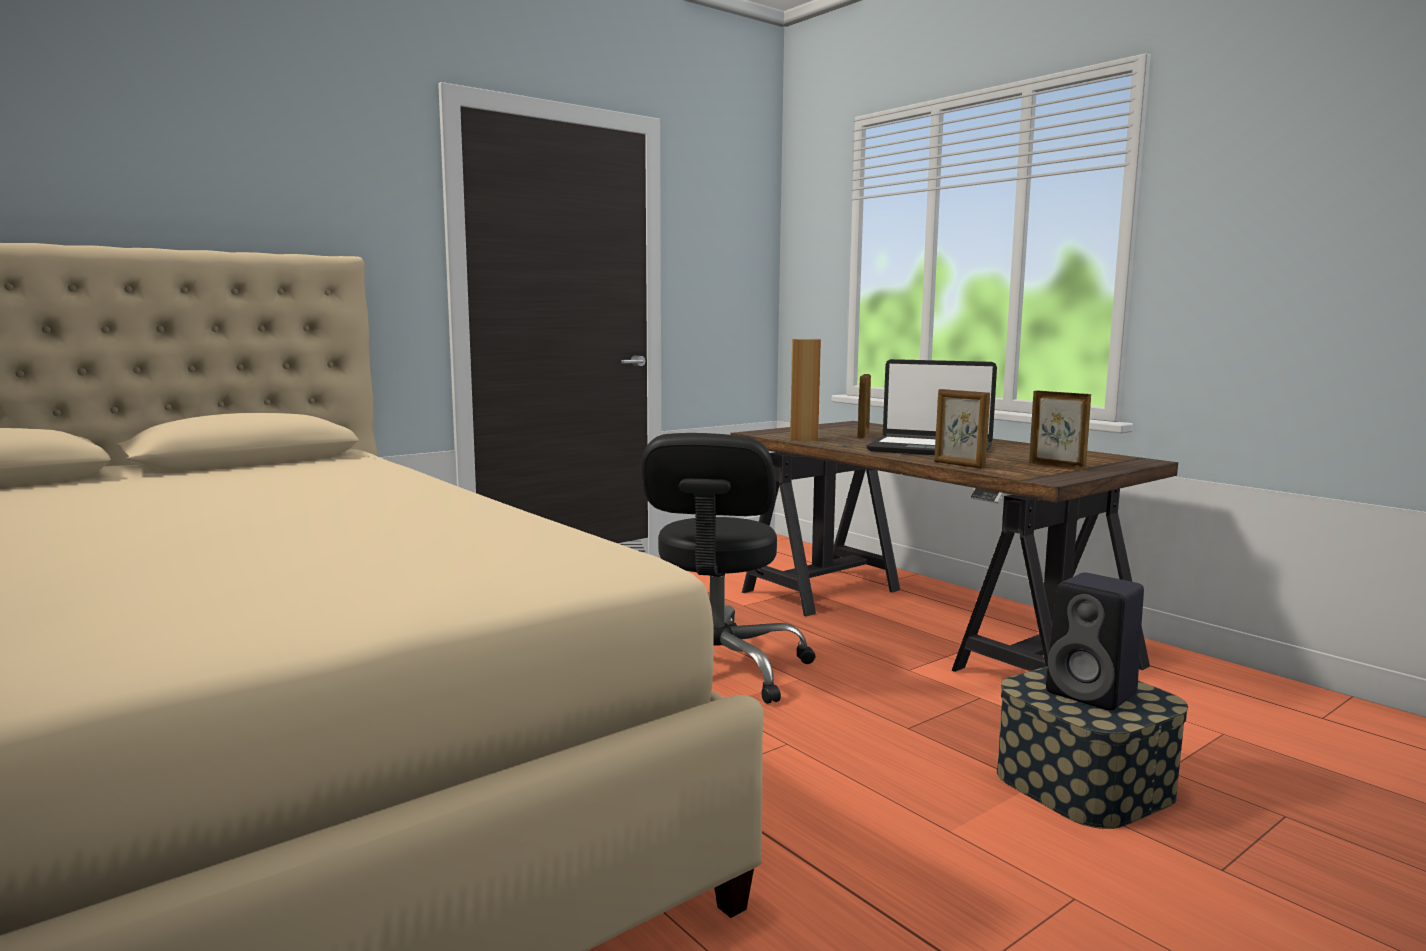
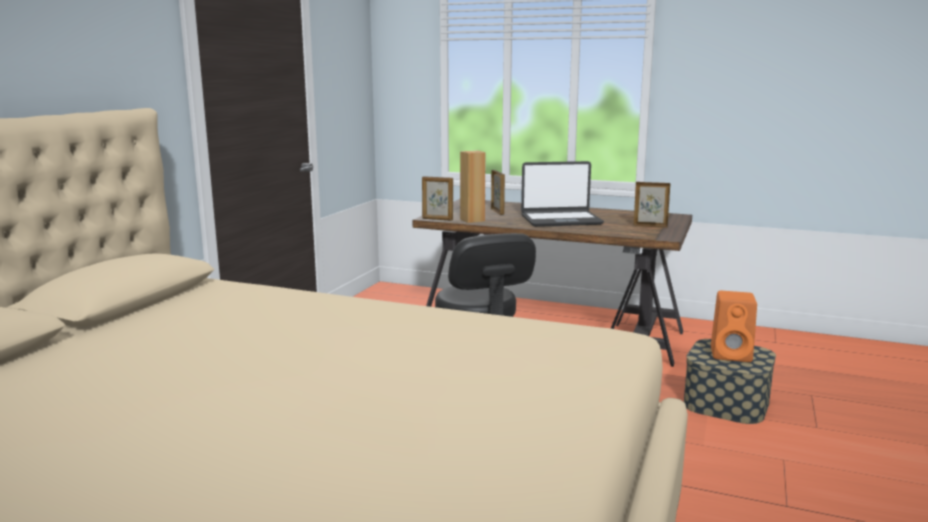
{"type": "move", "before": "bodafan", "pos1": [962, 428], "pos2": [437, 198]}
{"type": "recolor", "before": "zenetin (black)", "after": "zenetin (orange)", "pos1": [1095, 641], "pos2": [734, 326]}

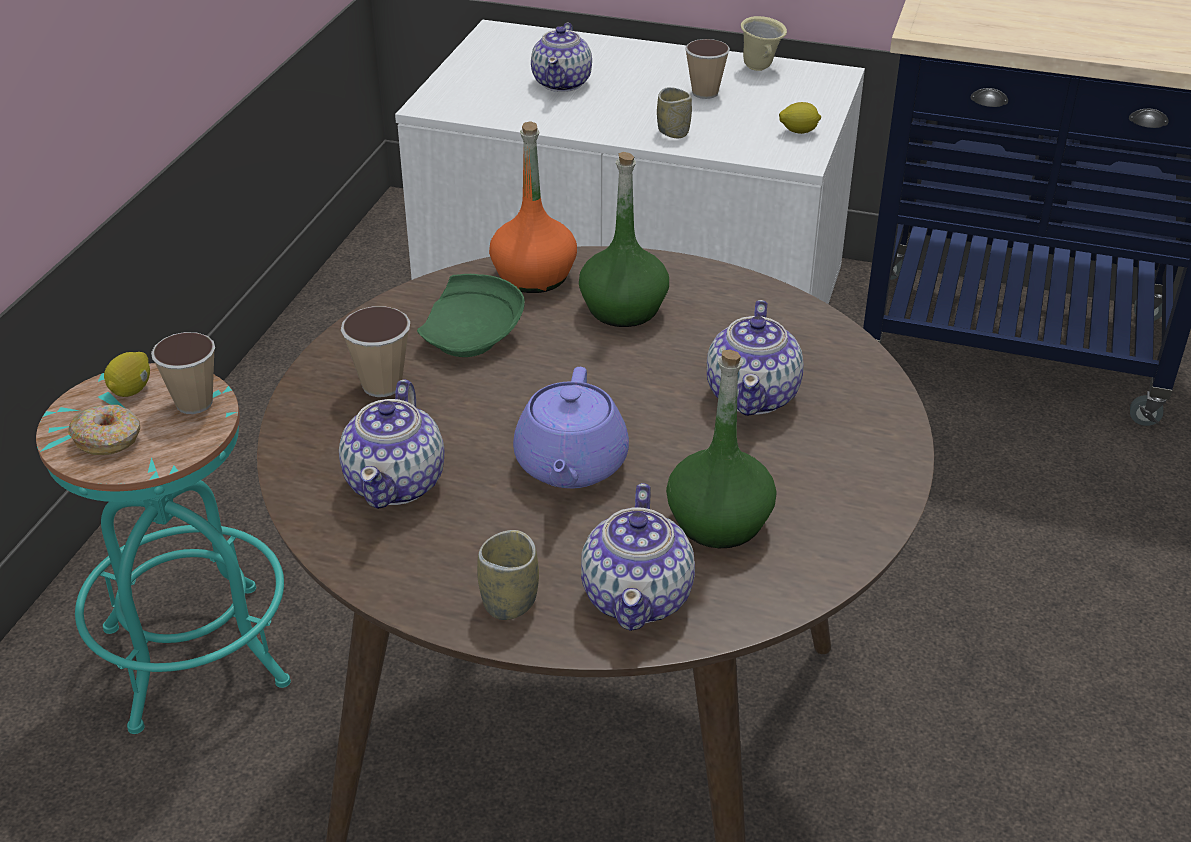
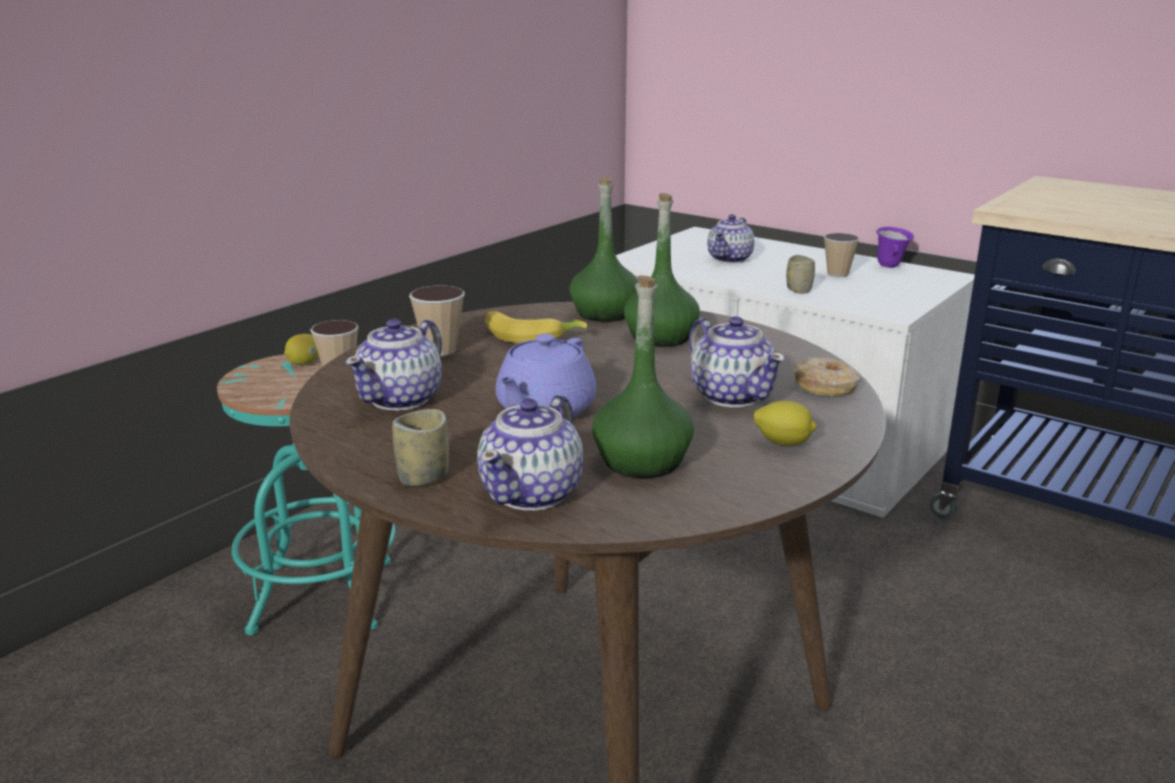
{"type": "recolor", "before": "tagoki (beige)", "after": "tagoki (purple)", "pos1": [764, 43], "pos2": [895, 247]}
{"type": "move", "before": "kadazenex", "pos1": [800, 118], "pos2": [785, 423]}
{"type": "recolor", "before": "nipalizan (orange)", "after": "nipalizan (green)", "pos1": [533, 207], "pos2": [603, 249]}
{"type": "replace", "before": "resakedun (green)", "after": "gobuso", "pos1": [471, 315], "pos2": [536, 327]}
{"type": "rotate", "before": "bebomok", "pos1": [755, 358], "pos2": [737, 362], "turn": -60}
{"type": "move", "before": "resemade", "pos1": [104, 430], "pos2": [827, 377]}

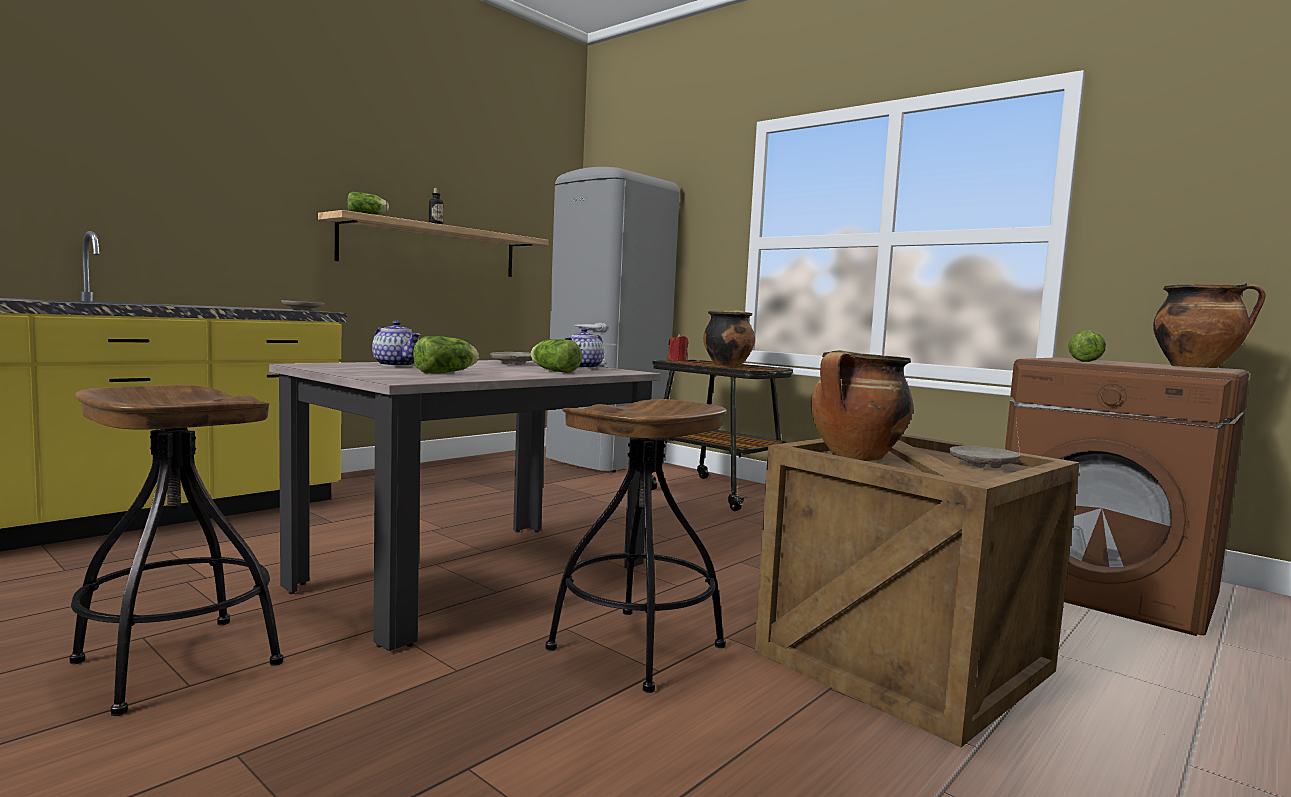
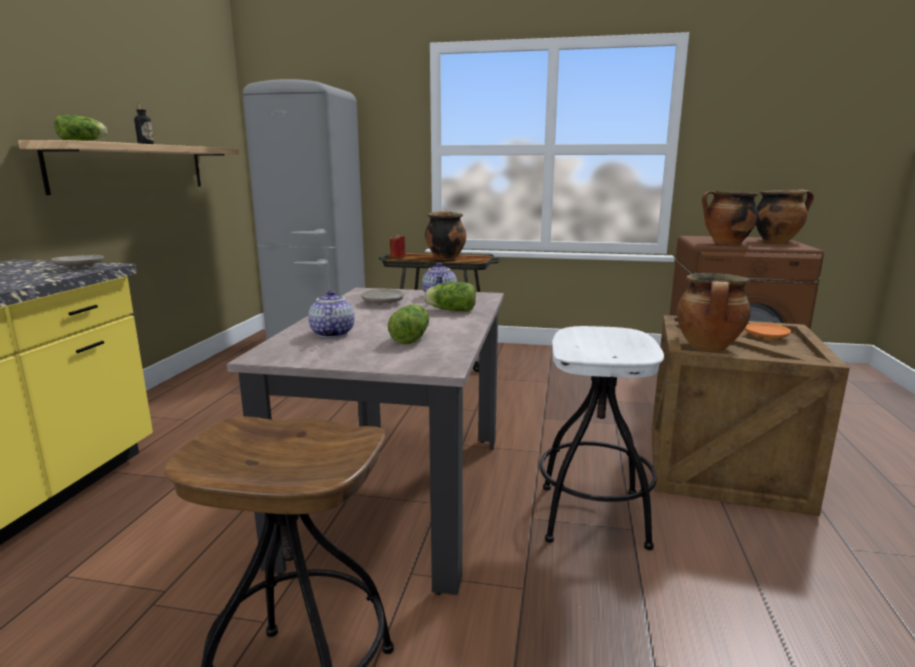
{"type": "rotate", "before": "bebomok", "pos1": [396, 344], "pos2": [331, 314], "turn": -105}
{"type": "replace", "before": "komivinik", "after": "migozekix", "pos1": [1087, 346], "pos2": [730, 217]}
{"type": "recolor", "before": "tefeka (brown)", "after": "tefeka (white)", "pos1": [636, 546], "pos2": [602, 438]}
{"type": "recolor", "before": "resakedun (beige)", "after": "resakedun (orange)", "pos1": [985, 457], "pos2": [768, 331]}

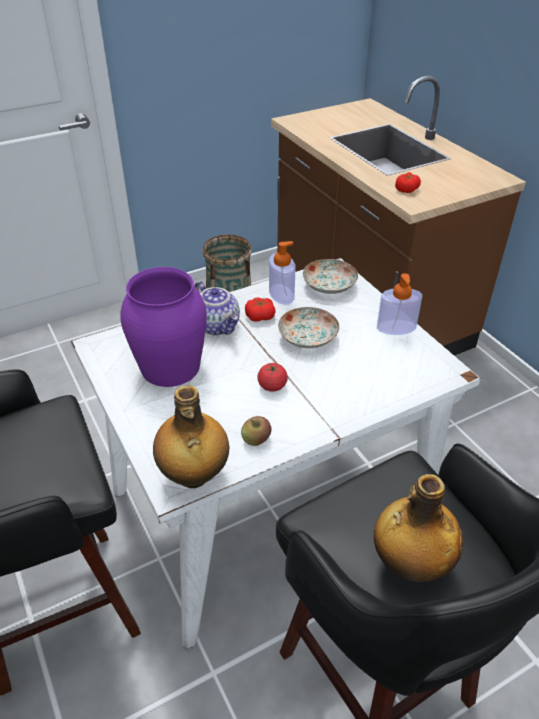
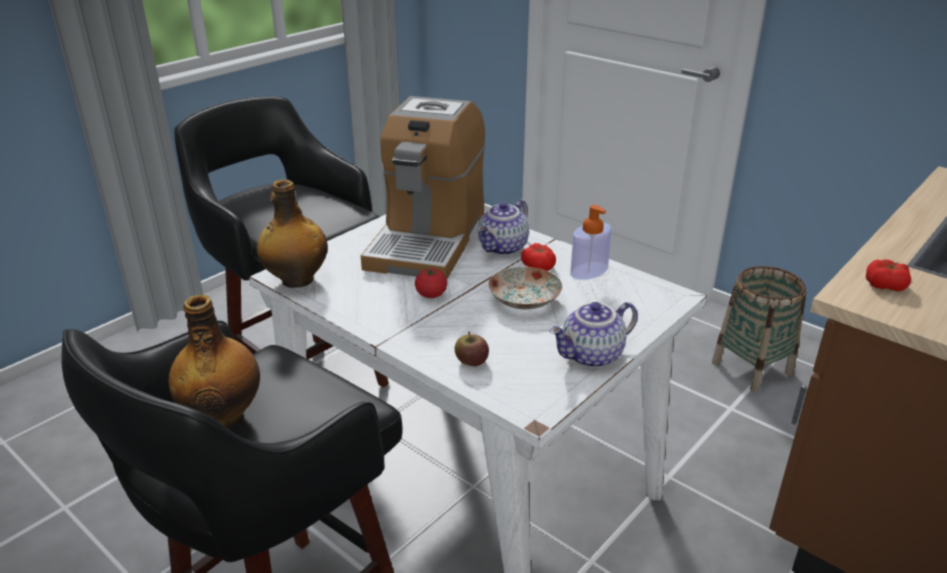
{"type": "delete", "before": "resakedun", "pos1": [330, 276]}
{"type": "replace", "before": "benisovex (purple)", "after": "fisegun", "pos1": [163, 327], "pos2": [423, 187]}
{"type": "replace", "before": "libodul", "after": "bebomok", "pos1": [399, 304], "pos2": [593, 335]}
{"type": "move", "before": "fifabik", "pos1": [256, 431], "pos2": [472, 349]}

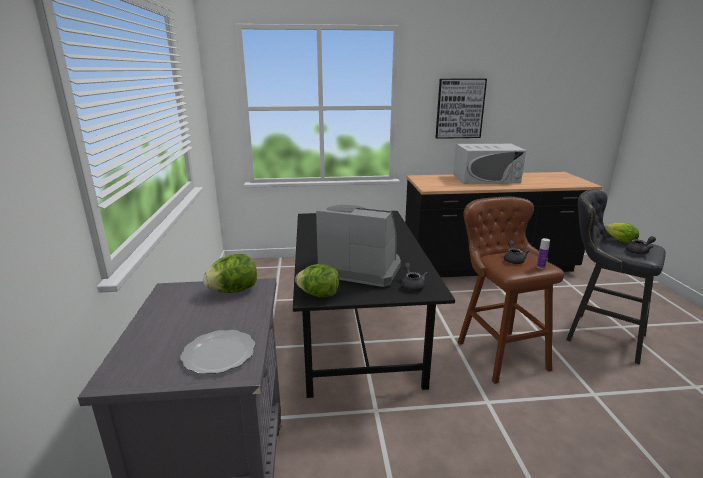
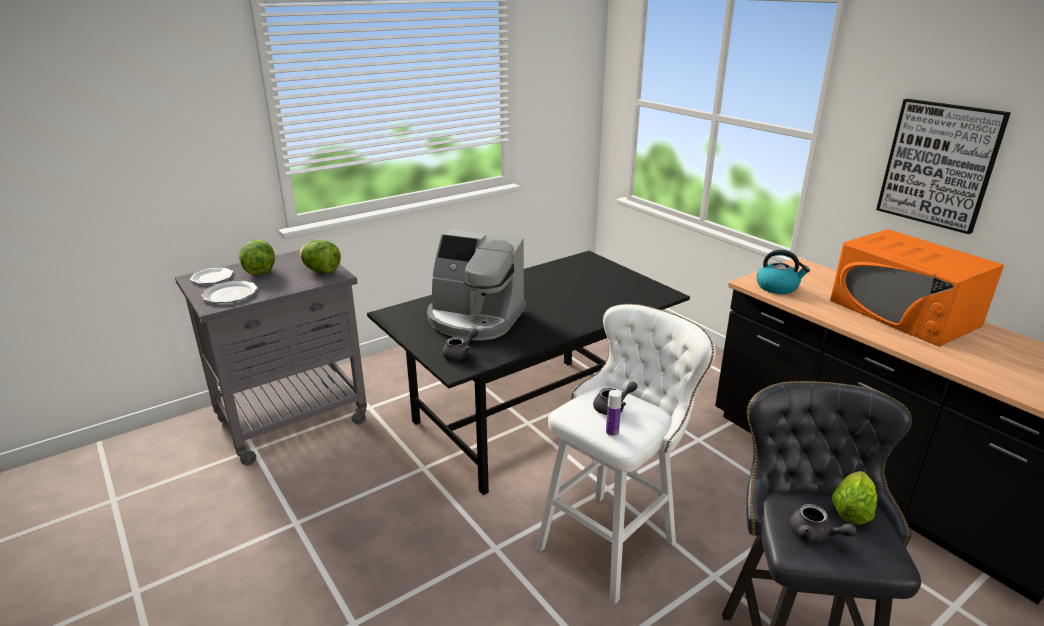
{"type": "recolor", "before": "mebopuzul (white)", "after": "mebopuzul (orange)", "pos1": [489, 164], "pos2": [917, 288]}
{"type": "recolor", "before": "tefeka (brown)", "after": "tefeka (white)", "pos1": [511, 290], "pos2": [626, 454]}
{"type": "rotate", "before": "fisegun", "pos1": [358, 246], "pos2": [476, 285], "turn": 120}
{"type": "move", "before": "komivinik", "pos1": [317, 280], "pos2": [257, 257]}
{"type": "insert", "after": "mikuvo", "pos2": [783, 272]}
{"type": "insert", "after": "resakedun", "pos2": [211, 276]}

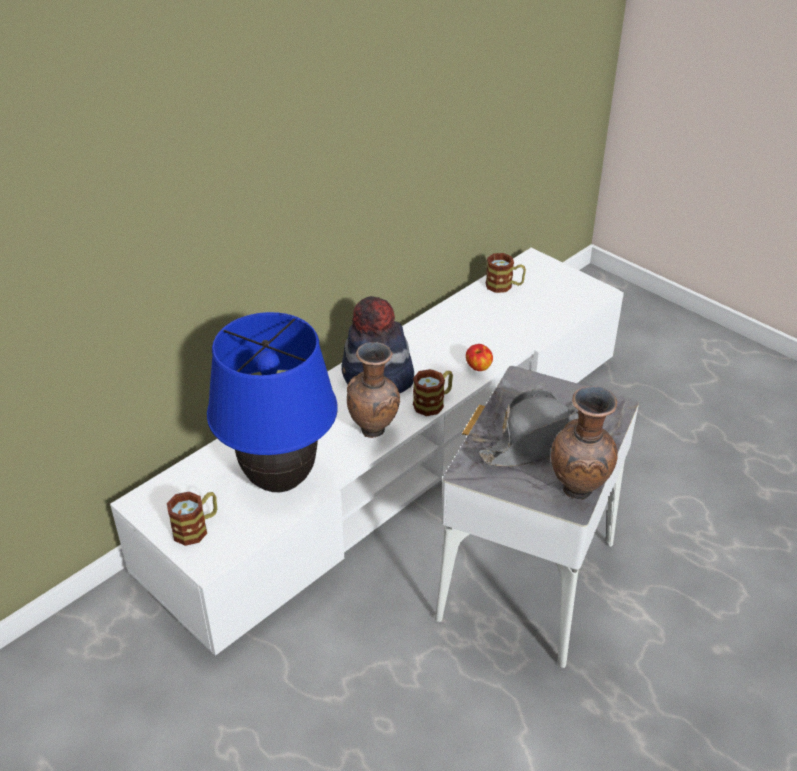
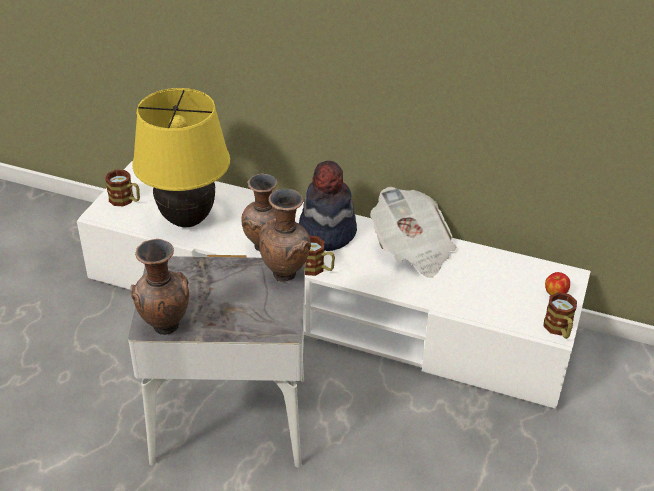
{"type": "move", "before": "tagoki", "pos1": [505, 273], "pos2": [560, 315]}
{"type": "recolor", "before": "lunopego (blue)", "after": "lunopego (yellow)", "pos1": [272, 402], "pos2": [181, 157]}
{"type": "move", "before": "fifabik", "pos1": [479, 357], "pos2": [557, 283]}
{"type": "delete", "before": "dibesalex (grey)", "pos1": [529, 428]}
{"type": "insert", "after": "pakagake", "pos2": [413, 232]}
{"type": "insert", "after": "benisovex (brown)", "pos2": [285, 235]}

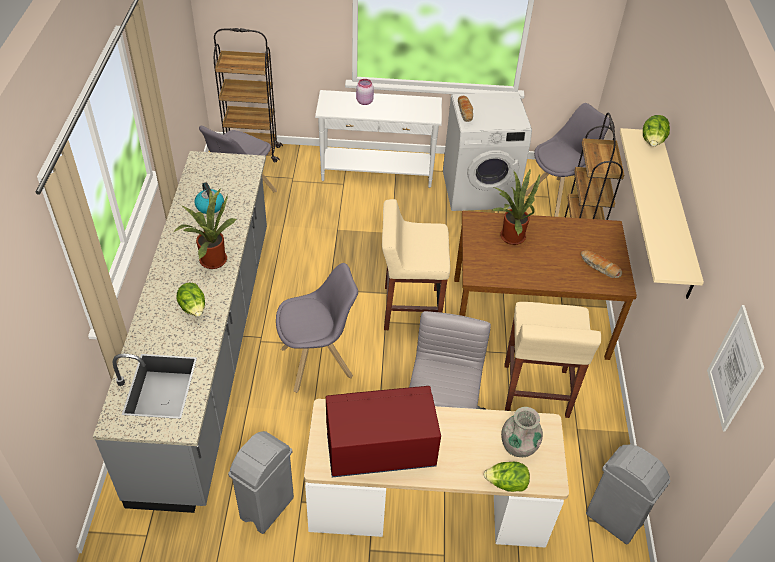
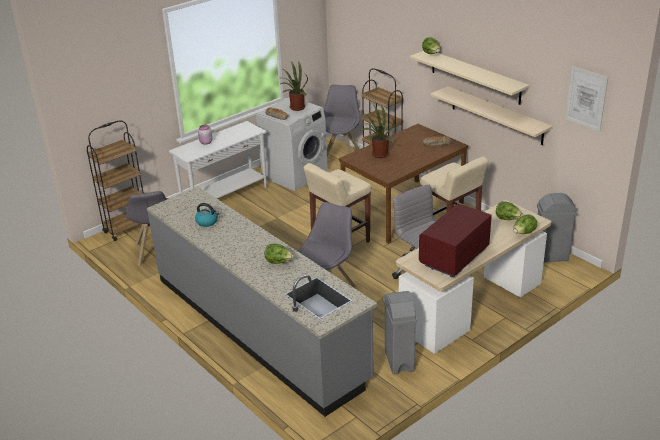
{"type": "move", "before": "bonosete", "pos1": [205, 228], "pos2": [294, 86]}
{"type": "replace", "before": "benisovex (grey)", "after": "komivinik", "pos1": [522, 432], "pos2": [509, 210]}
{"type": "insert", "after": "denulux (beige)", "pos2": [491, 115]}

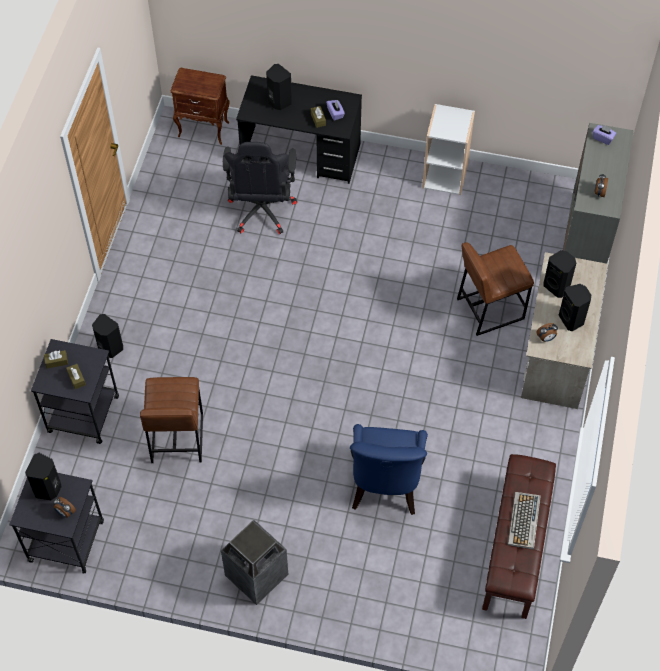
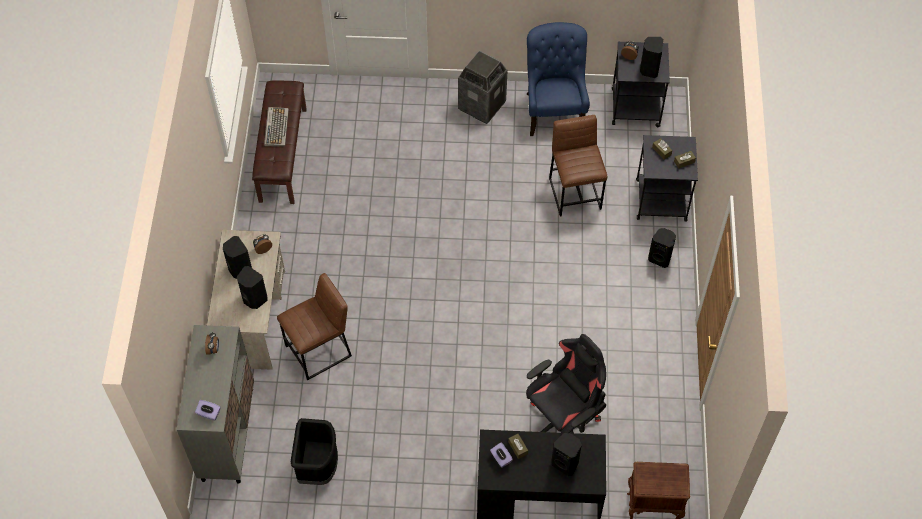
{"type": "delete", "before": "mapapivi", "pos1": [448, 149]}
{"type": "rotate", "before": "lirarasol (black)", "pos1": [260, 188], "pos2": [566, 383], "turn": 60}
{"type": "move", "before": "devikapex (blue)", "pos1": [389, 469], "pos2": [558, 79]}
{"type": "insert", "after": "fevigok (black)", "pos2": [314, 451]}

